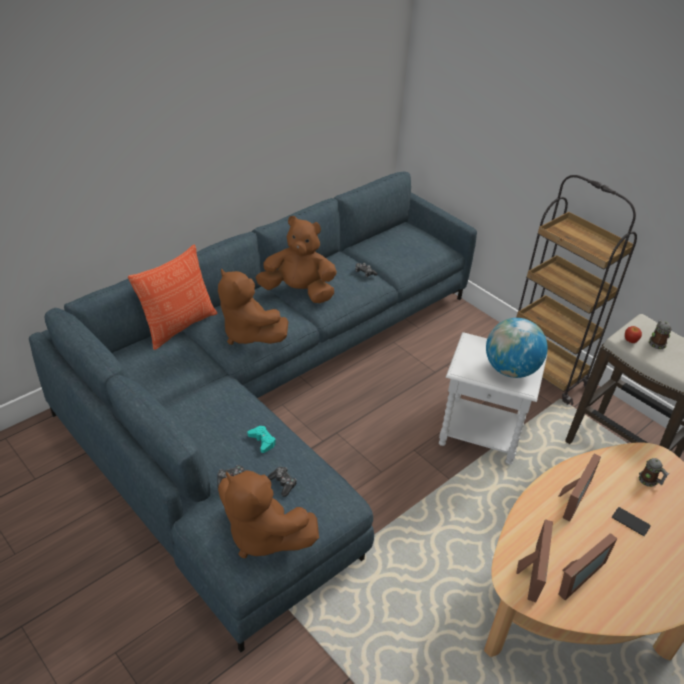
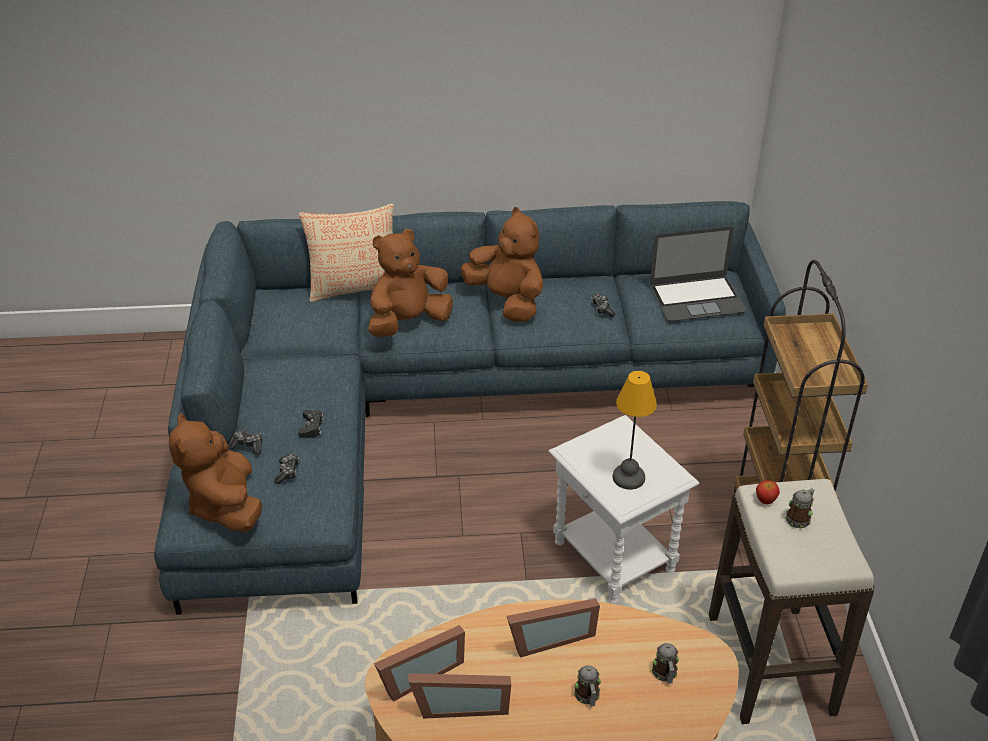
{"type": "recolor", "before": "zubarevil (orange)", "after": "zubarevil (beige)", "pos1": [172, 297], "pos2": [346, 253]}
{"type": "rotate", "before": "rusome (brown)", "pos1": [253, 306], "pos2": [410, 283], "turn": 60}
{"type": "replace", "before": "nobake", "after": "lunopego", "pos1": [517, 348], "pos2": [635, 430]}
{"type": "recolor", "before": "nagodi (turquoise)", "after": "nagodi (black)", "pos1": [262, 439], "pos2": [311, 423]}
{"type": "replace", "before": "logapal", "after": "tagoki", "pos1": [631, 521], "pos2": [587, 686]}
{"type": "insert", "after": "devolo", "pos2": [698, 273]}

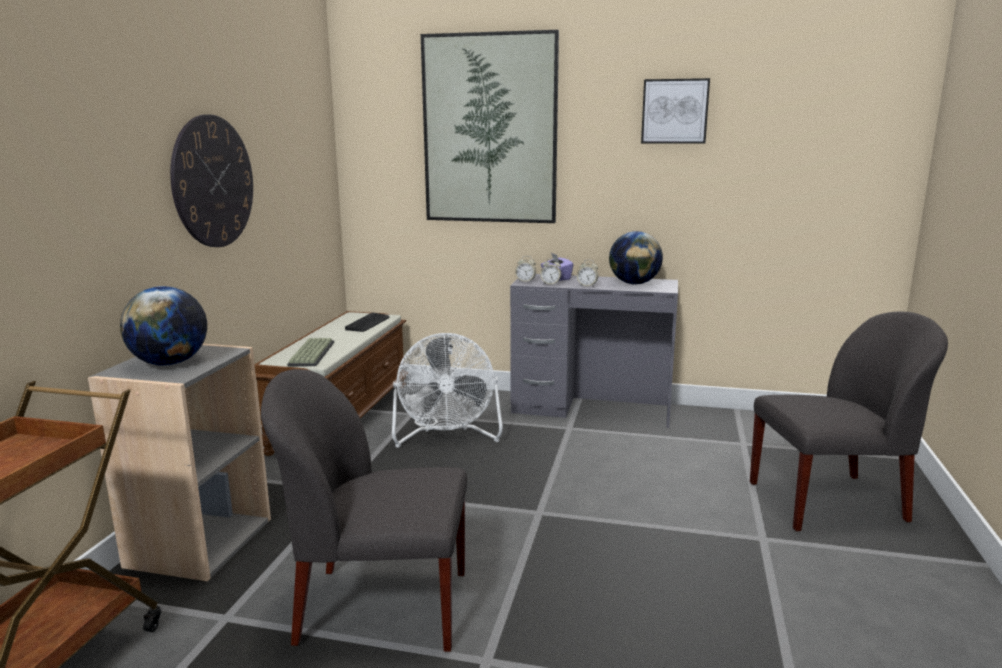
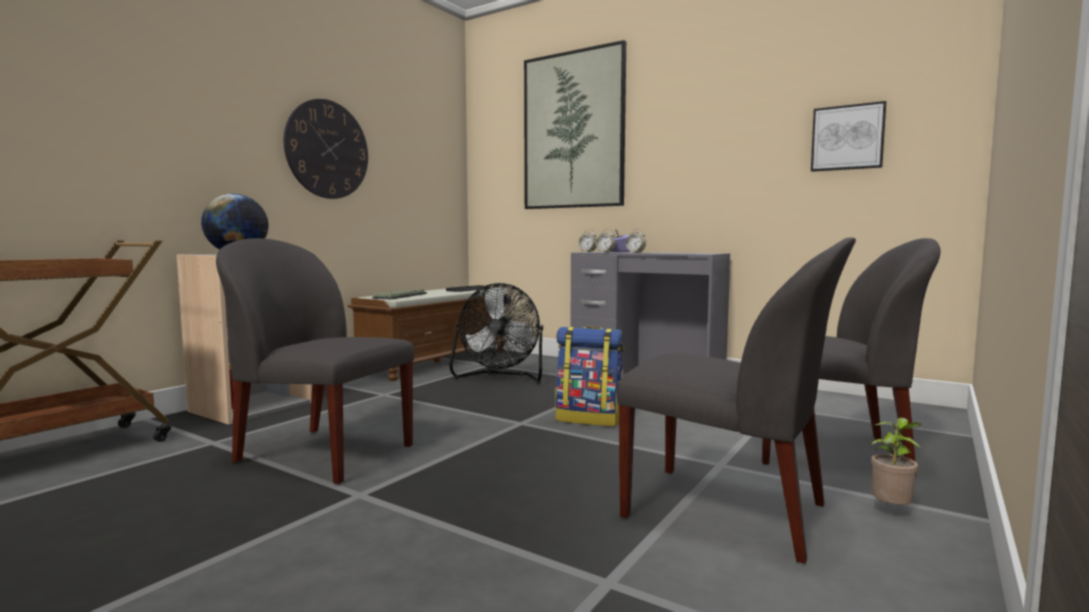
{"type": "move", "before": "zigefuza", "pos1": [675, 111], "pos2": [848, 136]}
{"type": "delete", "before": "nobake", "pos1": [636, 257]}
{"type": "recolor", "before": "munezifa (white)", "after": "munezifa (black)", "pos1": [447, 390], "pos2": [496, 333]}
{"type": "insert", "after": "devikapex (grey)", "pos2": [736, 400]}
{"type": "insert", "after": "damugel", "pos2": [589, 376]}
{"type": "insert", "after": "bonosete", "pos2": [896, 461]}

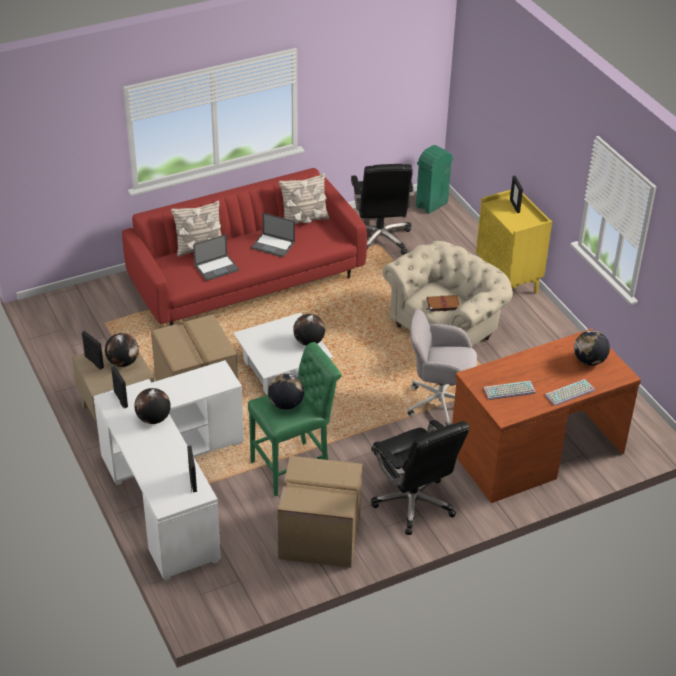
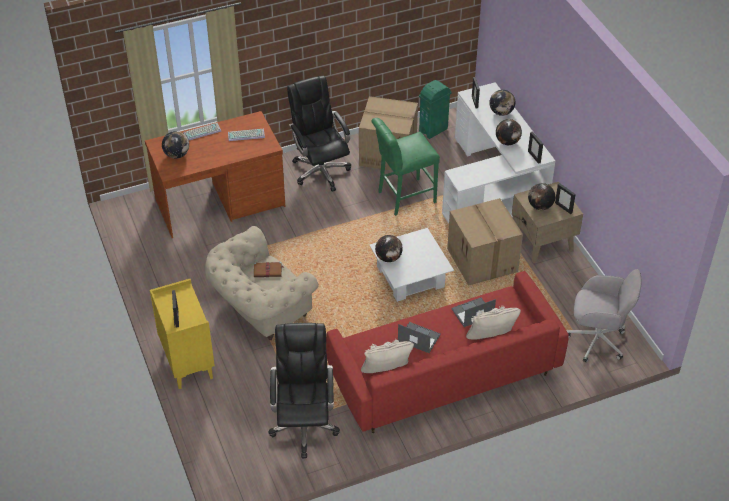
{"type": "move", "before": "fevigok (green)", "pos1": [434, 179], "pos2": [435, 109]}
{"type": "move", "before": "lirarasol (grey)", "pos1": [442, 367], "pos2": [603, 316]}
{"type": "move", "before": "nobake", "pos1": [286, 391], "pos2": [502, 103]}

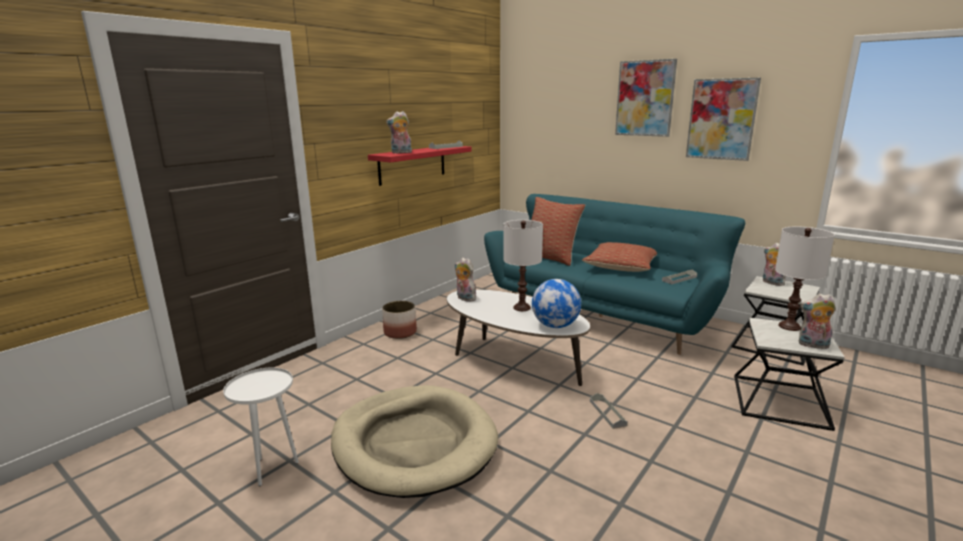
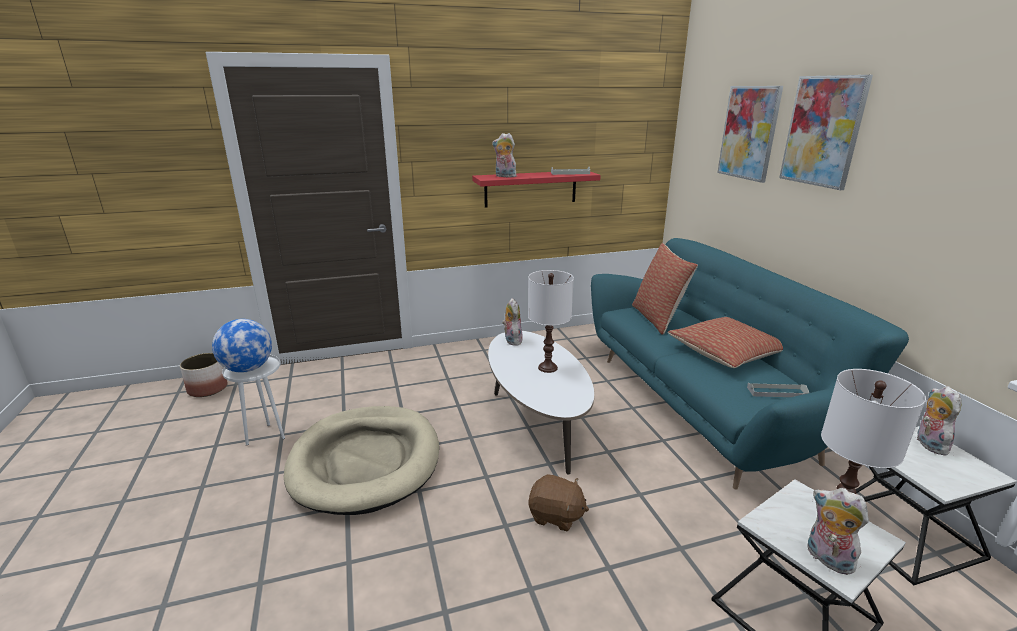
{"type": "move", "before": "zigefuza", "pos1": [723, 119], "pos2": [750, 134]}
{"type": "move", "before": "nobake", "pos1": [556, 303], "pos2": [242, 346]}
{"type": "move", "before": "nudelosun", "pos1": [399, 320], "pos2": [204, 375]}
{"type": "replace", "before": "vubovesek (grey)", "after": "rusome (brown)", "pos1": [609, 411], "pos2": [559, 502]}

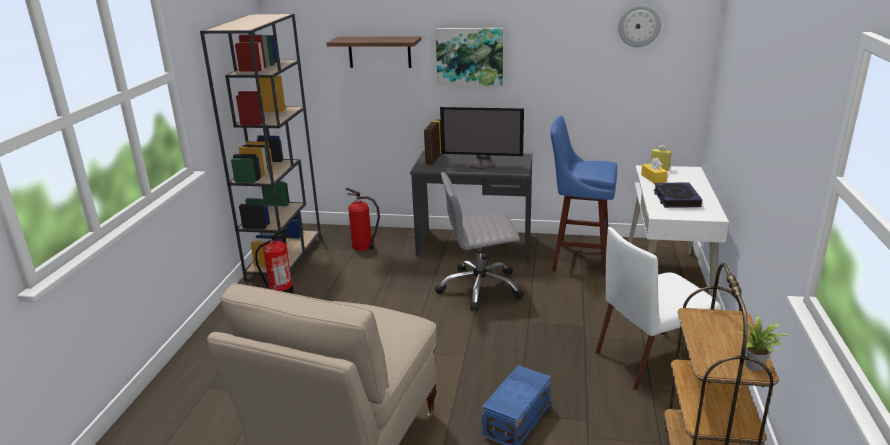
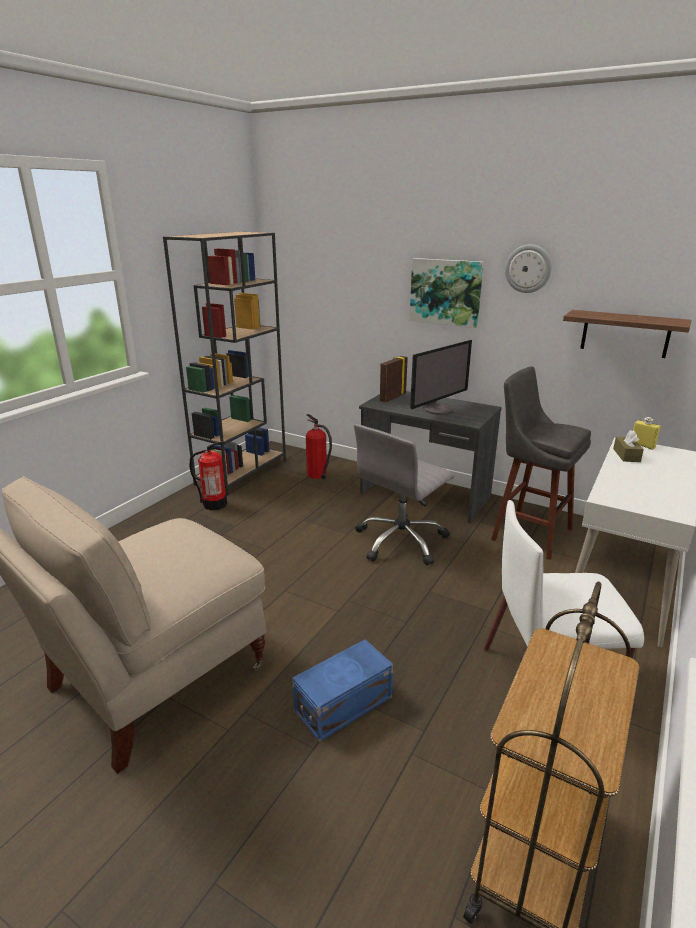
{"type": "move", "before": "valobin", "pos1": [639, 26], "pos2": [528, 268]}
{"type": "move", "before": "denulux", "pos1": [374, 52], "pos2": [627, 334]}
{"type": "rotate", "before": "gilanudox", "pos1": [482, 138], "pos2": [441, 377], "turn": -75}
{"type": "recolor", "before": "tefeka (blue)", "after": "tefeka (grey)", "pos1": [583, 196], "pos2": [541, 463]}
{"type": "recolor", "before": "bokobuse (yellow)", "after": "bokobuse (brown)", "pos1": [654, 170], "pos2": [628, 446]}
{"type": "rotate", "before": "lirarasol (grey)", "pos1": [479, 241], "pos2": [404, 494], "turn": -60}
{"type": "delete", "before": "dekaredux", "pos1": [678, 195]}
{"type": "delete", "before": "bonosete", "pos1": [764, 343]}

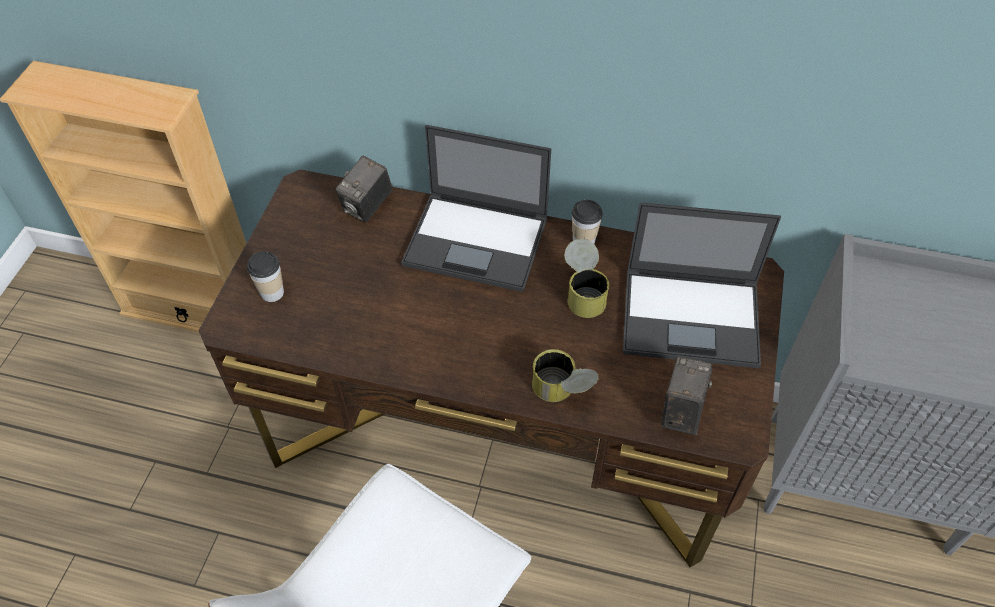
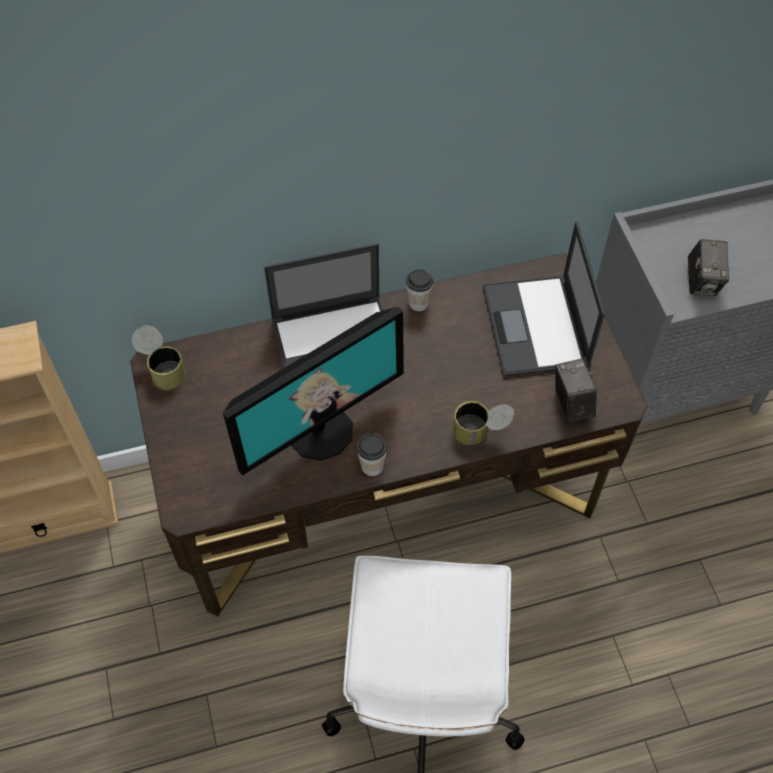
{"type": "move", "before": "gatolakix", "pos1": [364, 189], "pos2": [708, 267]}
{"type": "rotate", "before": "devolo", "pos1": [702, 285], "pos2": [544, 299], "turn": 105}
{"type": "move", "before": "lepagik", "pos1": [586, 278], "pos2": [159, 357]}
{"type": "move", "before": "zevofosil", "pos1": [265, 276], "pos2": [372, 455]}
{"type": "insert", "after": "gilanudox", "pos2": [313, 391]}

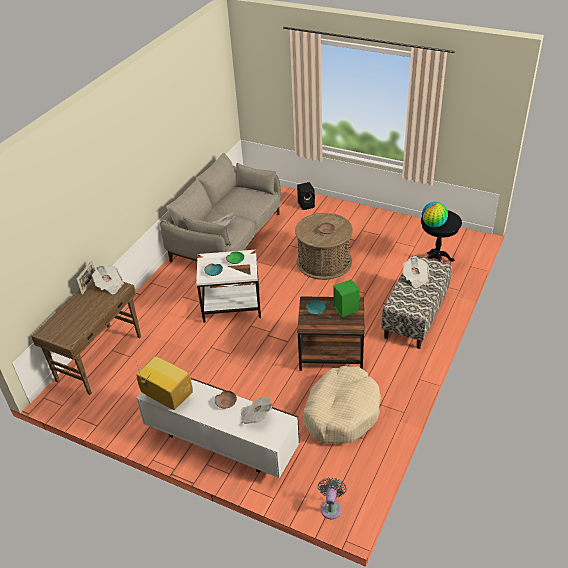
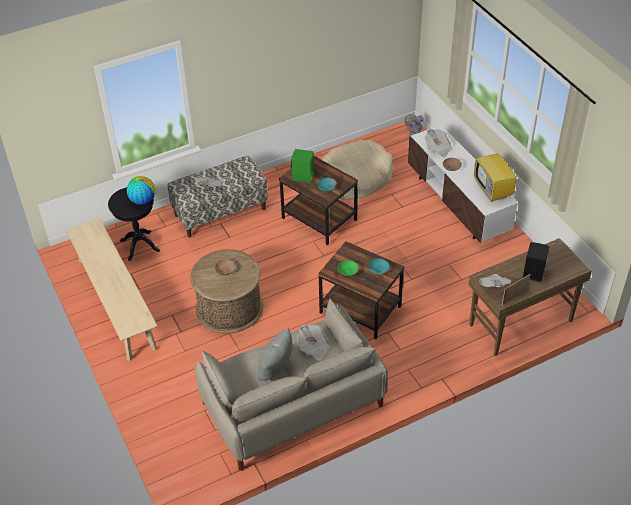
{"type": "move", "before": "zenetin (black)", "pos1": [306, 196], "pos2": [536, 262]}
{"type": "recolor", "before": "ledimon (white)", "after": "ledimon (brown)", "pos1": [228, 286], "pos2": [361, 290]}
{"type": "insert", "after": "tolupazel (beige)", "pos2": [112, 290]}
{"type": "insert", "after": "zubarevil (grey)", "pos2": [275, 354]}

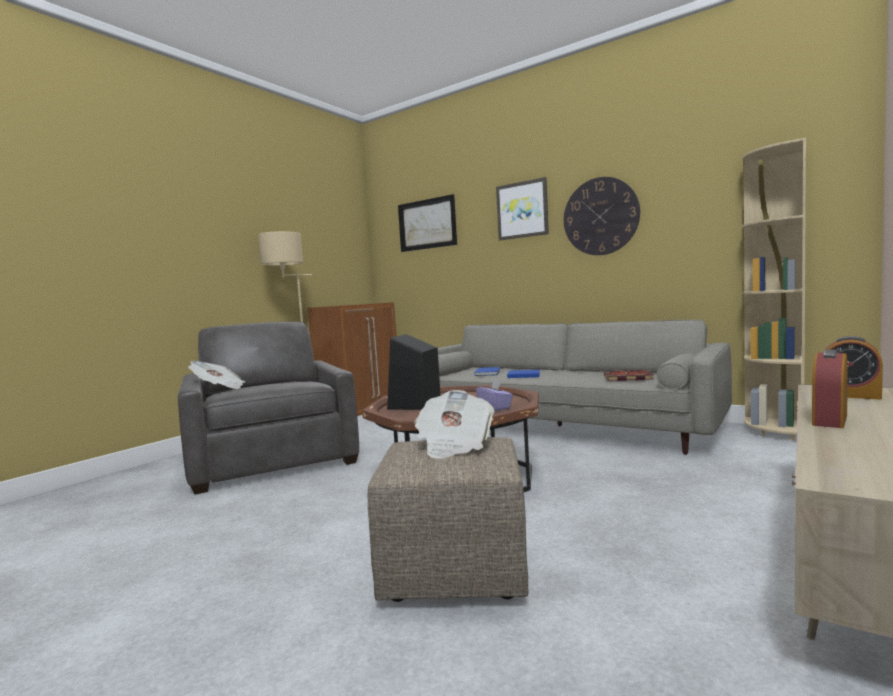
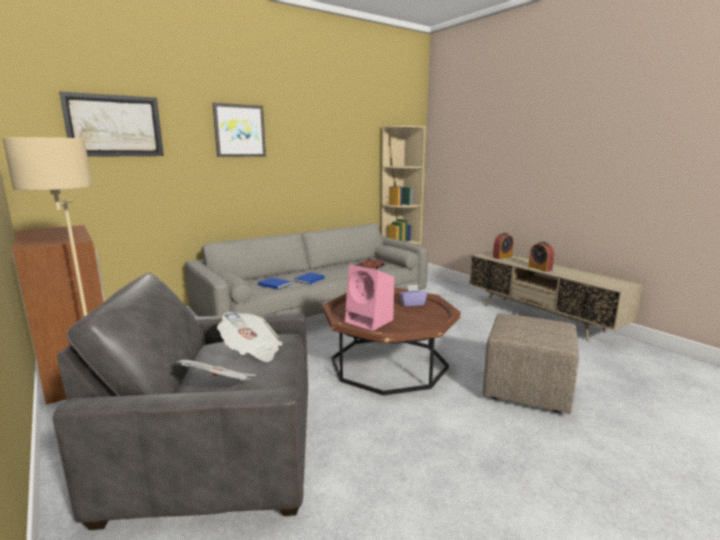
{"type": "delete", "before": "valobin", "pos1": [602, 216]}
{"type": "recolor", "before": "zenetin (black)", "after": "zenetin (pink)", "pos1": [414, 372], "pos2": [369, 297]}
{"type": "move", "before": "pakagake", "pos1": [454, 424], "pos2": [250, 337]}

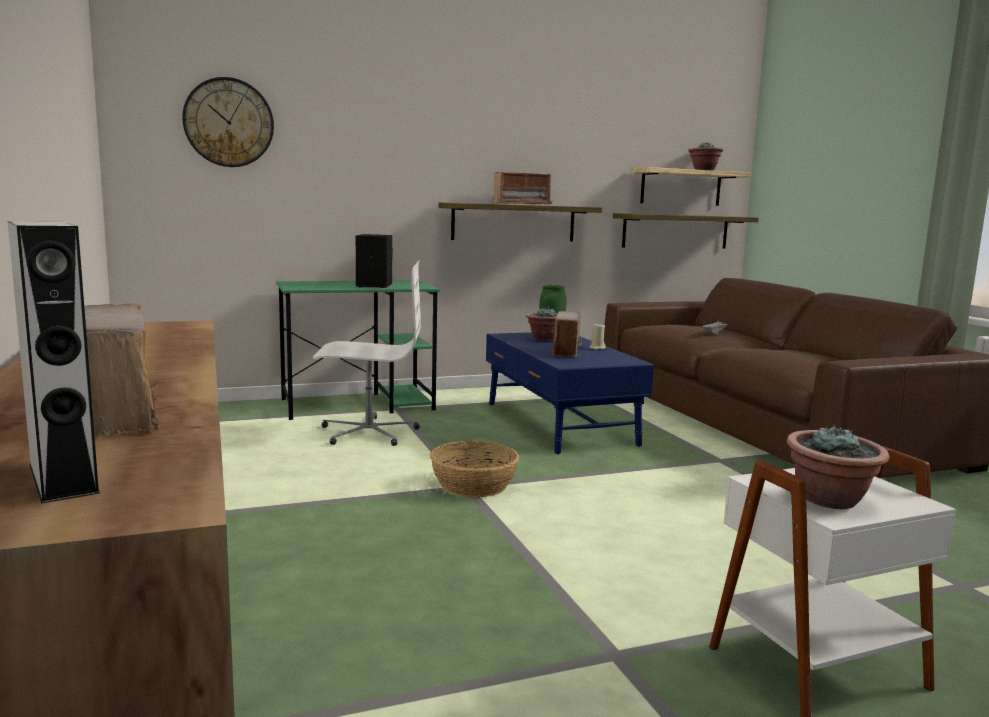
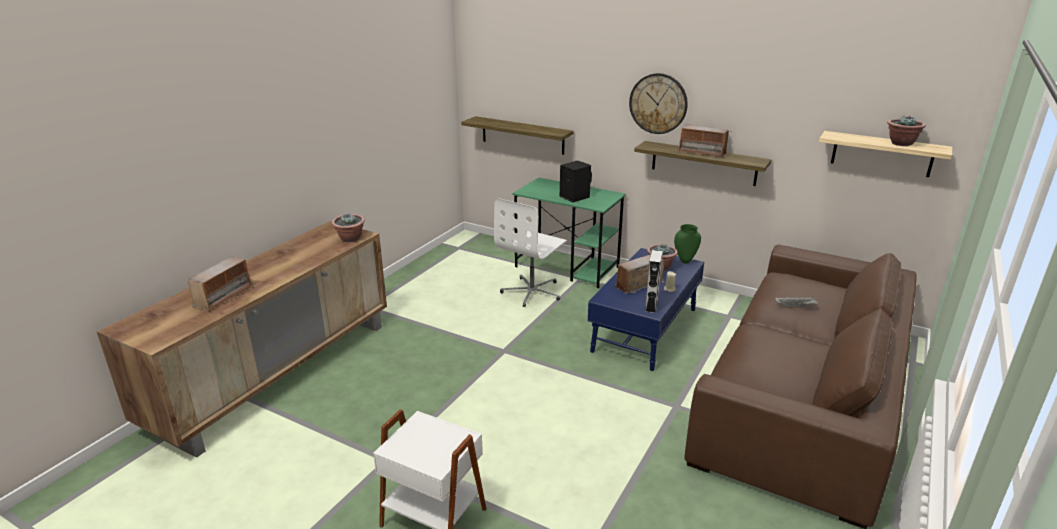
{"type": "move", "before": "valobin", "pos1": [228, 122], "pos2": [658, 103]}
{"type": "move", "before": "denulux", "pos1": [686, 231], "pos2": [517, 135]}
{"type": "move", "before": "zenetin (grey)", "pos1": [53, 362], "pos2": [654, 281]}
{"type": "rotate", "before": "lirarasol (white)", "pos1": [367, 353], "pos2": [530, 252], "turn": 75}
{"type": "move", "before": "bonosete", "pos1": [838, 467], "pos2": [348, 228]}
{"type": "delete", "before": "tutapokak", "pos1": [474, 469]}

